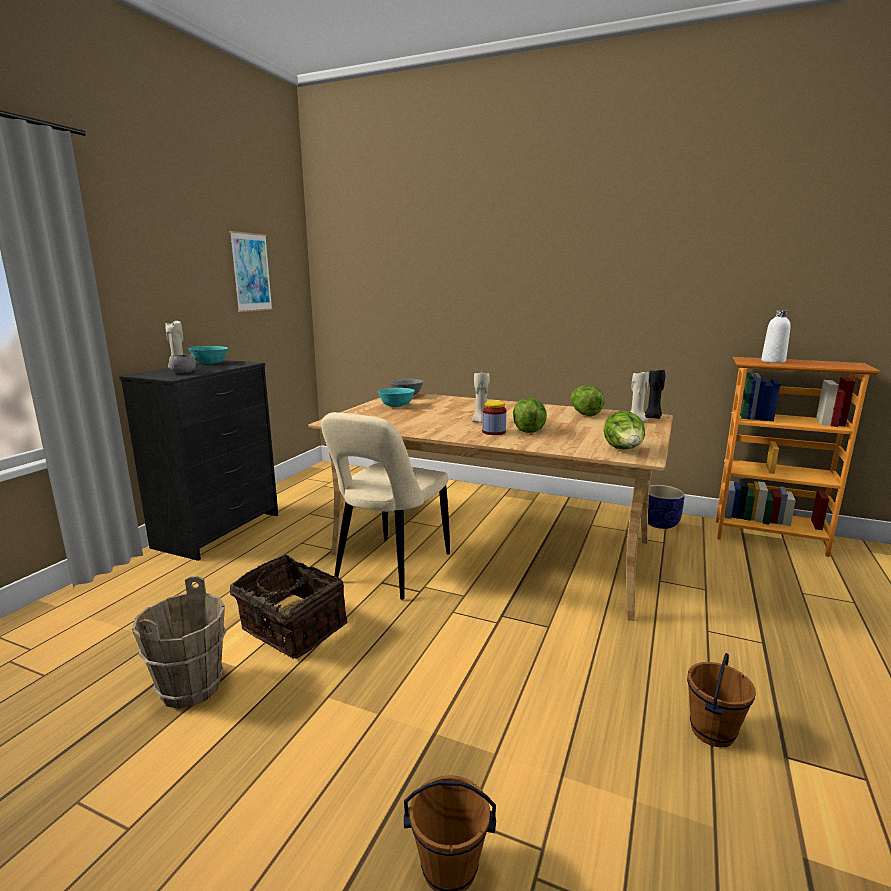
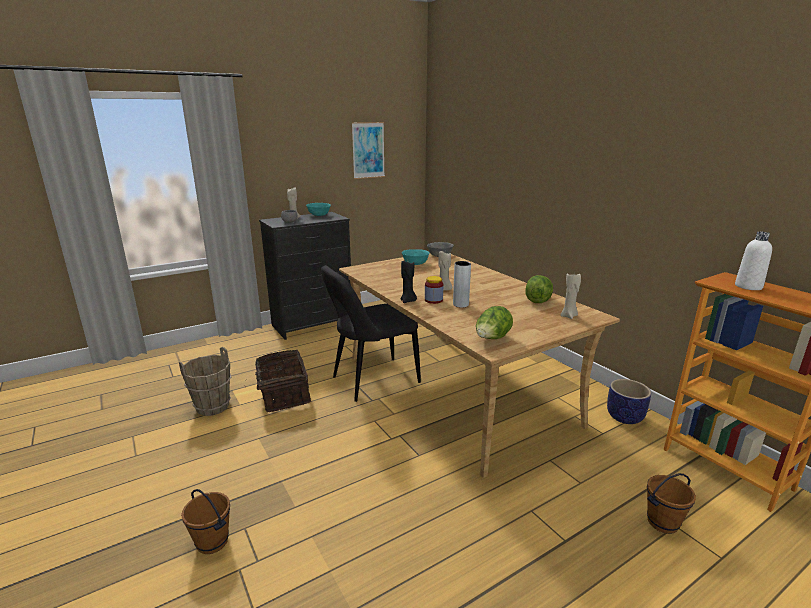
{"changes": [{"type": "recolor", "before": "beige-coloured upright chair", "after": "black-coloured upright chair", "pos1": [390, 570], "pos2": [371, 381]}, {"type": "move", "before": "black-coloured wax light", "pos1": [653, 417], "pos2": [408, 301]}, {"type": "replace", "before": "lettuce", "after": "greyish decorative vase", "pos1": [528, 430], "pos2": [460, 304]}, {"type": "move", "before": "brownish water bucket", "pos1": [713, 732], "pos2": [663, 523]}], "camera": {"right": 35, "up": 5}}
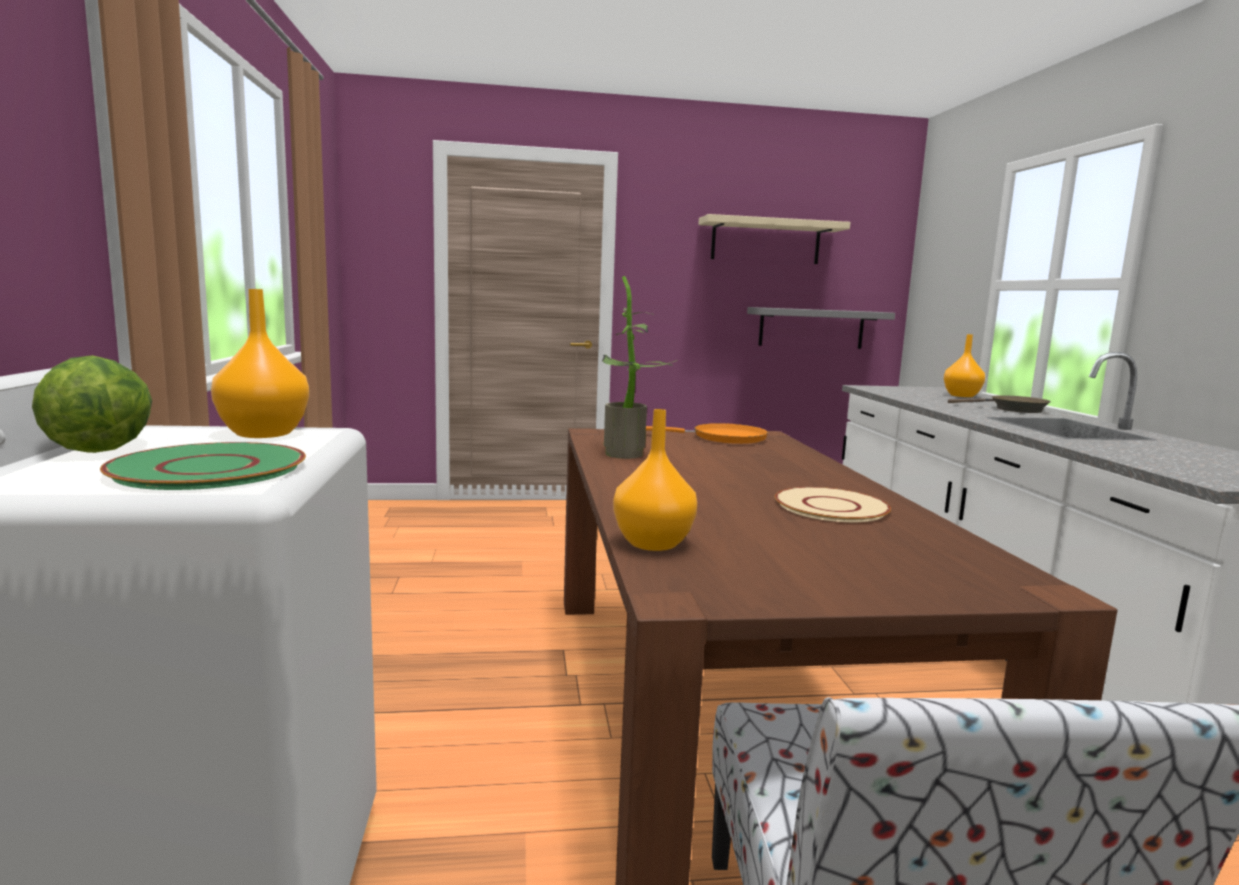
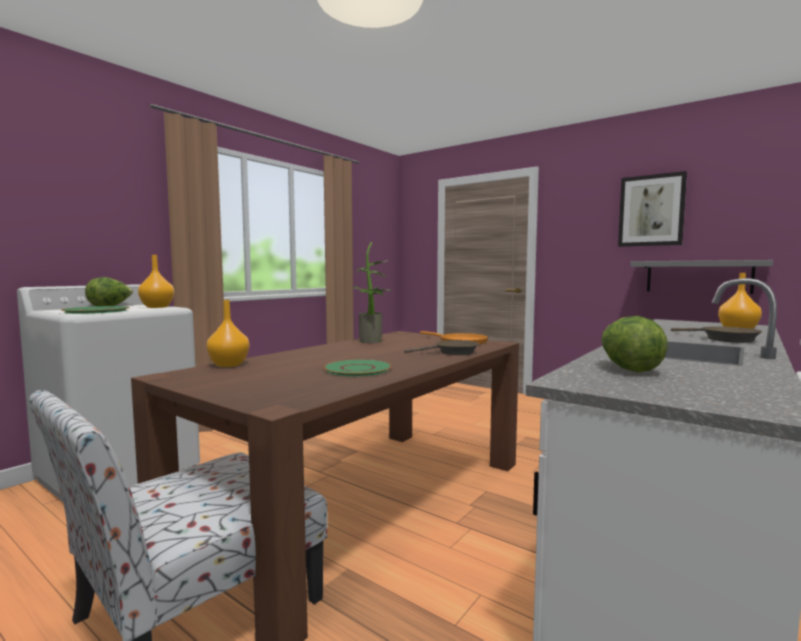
{"changes": [{"type": "recolor", "before": "beige-coloured flat dish", "after": "green-coloured flat dish", "pos1": [830, 506], "pos2": [358, 369]}, {"type": "insert", "after": "brownish skillet", "pos2": [452, 352]}, {"type": "insert", "after": "lettuce", "pos2": [628, 369]}, {"type": "replace", "before": "beige-coloured bracket shelf", "after": "wall art", "pos1": [765, 241], "pos2": [651, 210]}], "camera": {"right": 45, "up": -5}}
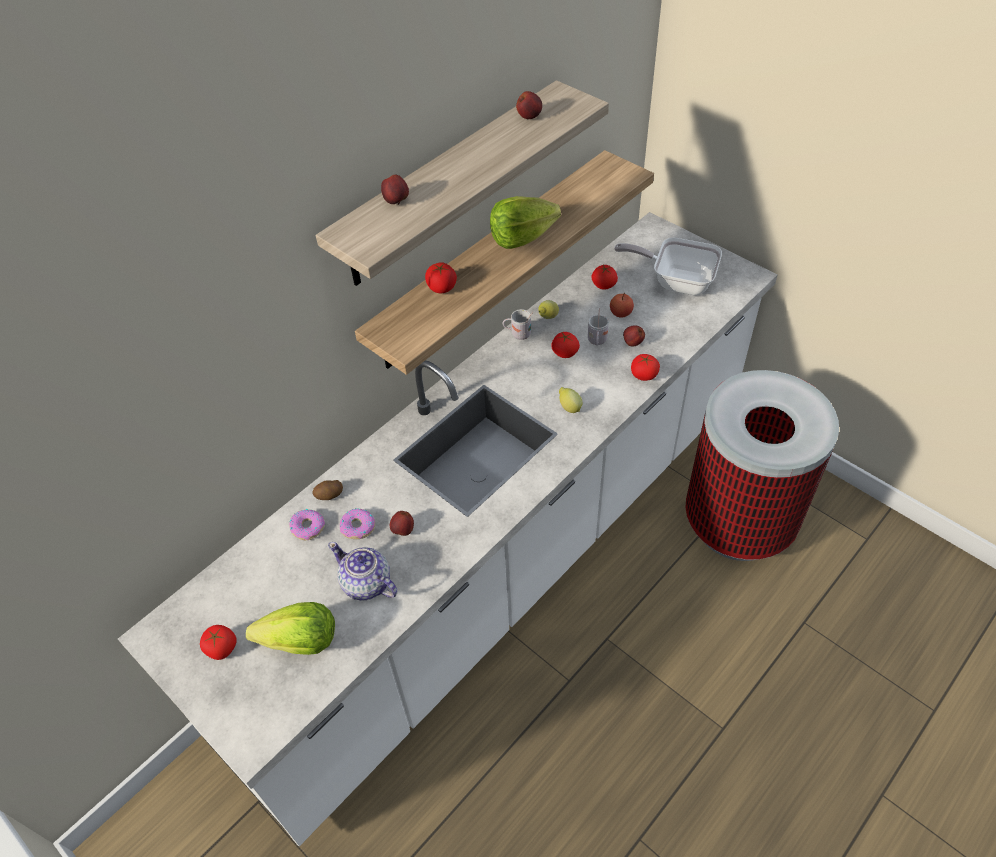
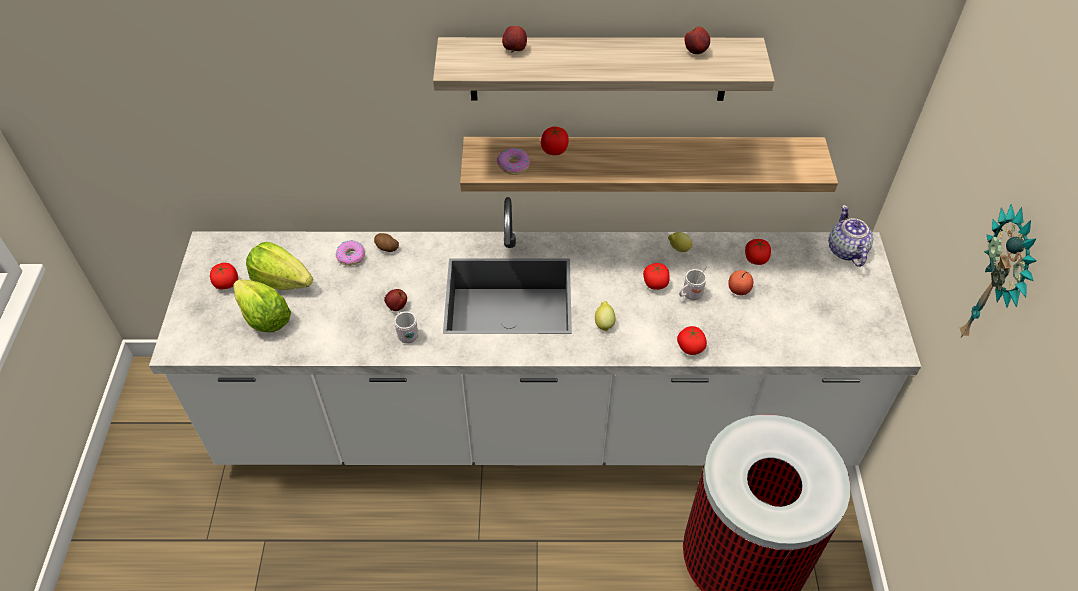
{"changes": [{"type": "move", "before": "lettuce", "pos1": [521, 237], "pos2": [282, 281]}, {"type": "move", "before": "white-coloured tea mug", "pos1": [518, 334], "pos2": [406, 334]}, {"type": "move", "before": "doughnut", "pos1": [358, 527], "pos2": [513, 165]}, {"type": "move", "before": "teapot", "pos1": [366, 584], "pos2": [846, 250]}, {"type": "insert", "after": "hanging clock", "pos2": [1001, 283]}, {"type": "delete", "before": "skillet", "pos1": [676, 281]}, {"type": "delete", "before": "whole apple", "pos1": [632, 343]}], "camera": {"right": 45, "up": 0}}
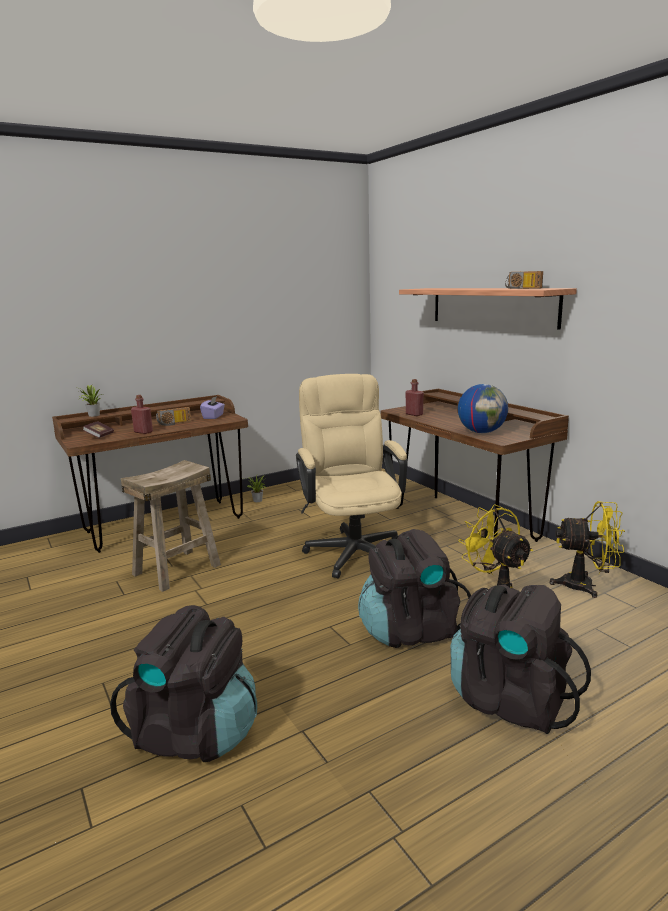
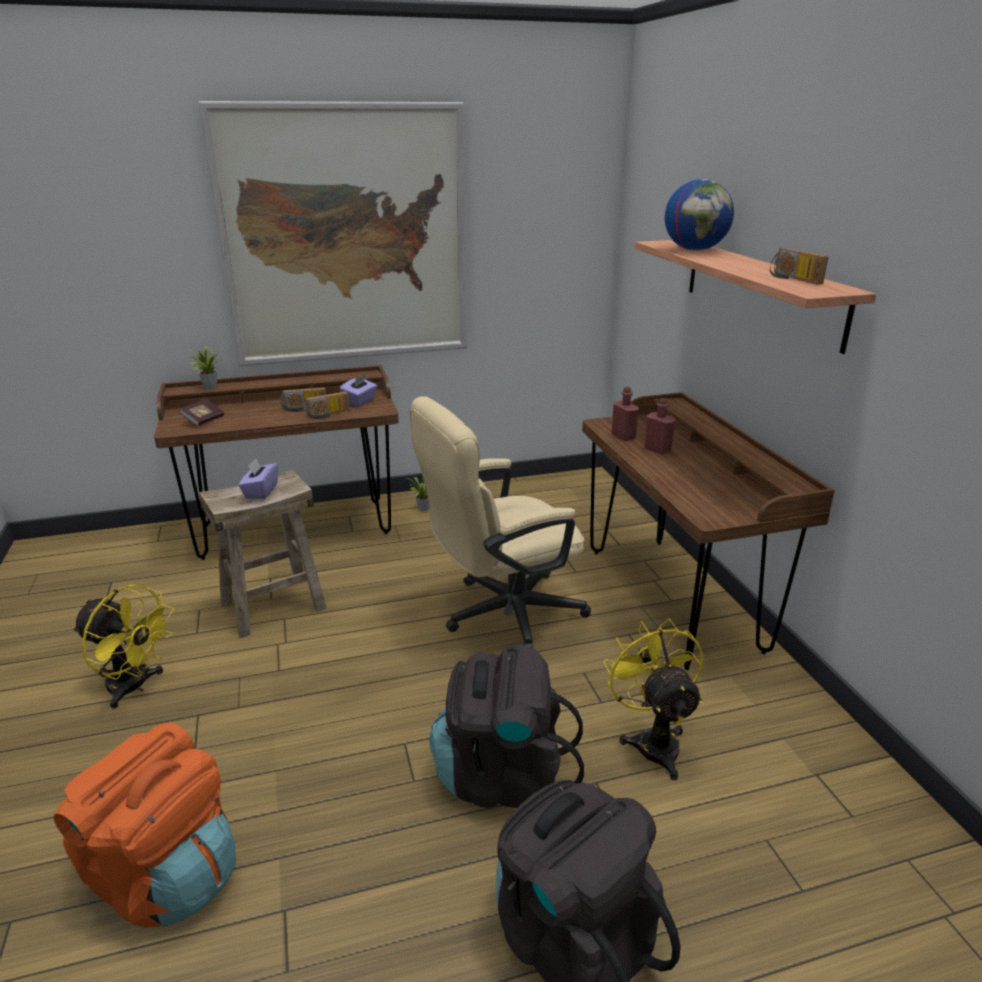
{"changes": [{"type": "recolor", "before": "black-coloured rucksack", "after": "orange-coloured rucksack", "pos1": [195, 733], "pos2": [165, 875]}, {"type": "move", "before": "yellow-coloured electric fan", "pos1": [586, 585], "pos2": [134, 687]}, {"type": "insert", "after": "wall art", "pos2": [346, 236]}, {"type": "insert", "after": "purple-coloured tissue box", "pos2": [260, 491]}, {"type": "insert", "after": "radio", "pos2": [328, 415]}, {"type": "rotate", "before": "beige-coloured desk chair", "pos1": [353, 548], "pos2": [501, 614], "turn": -120}, {"type": "move", "before": "red bottle", "pos1": [143, 432], "pos2": [657, 449]}, {"type": "move", "before": "world globe", "pos1": [481, 432], "pos2": [695, 250]}], "camera": {"right": 15, "up": 10}}
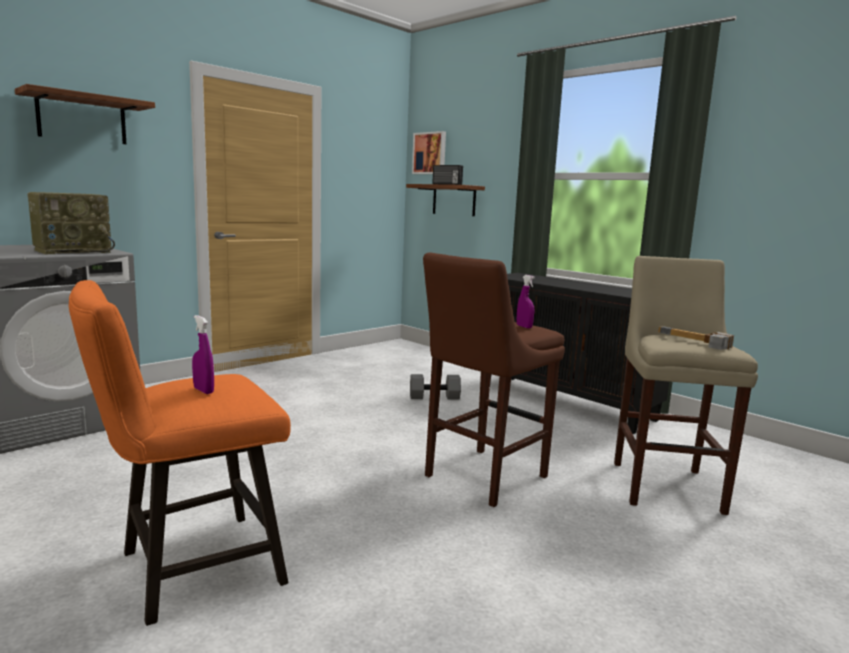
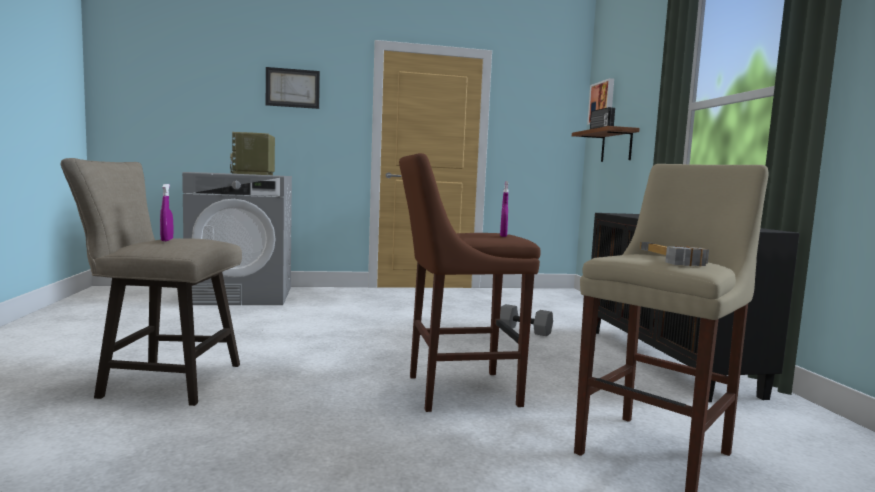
{"changes": [{"type": "recolor", "before": "orange-coloured stool", "after": "beige-coloured stool", "pos1": [189, 570], "pos2": [162, 381]}, {"type": "rotate", "before": "radio", "pos1": [73, 251], "pos2": [254, 174], "turn": 90}, {"type": "replace", "before": "bracket shelf", "after": "wall art", "pos1": [82, 119], "pos2": [292, 88]}], "camera": {"right": 35, "up": -5}}
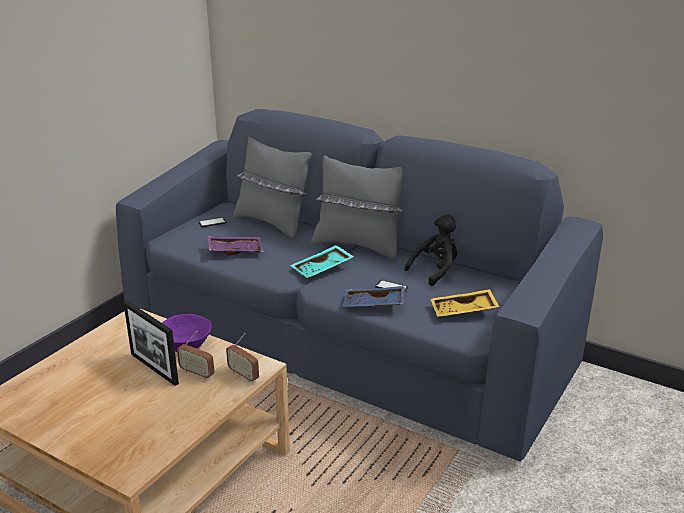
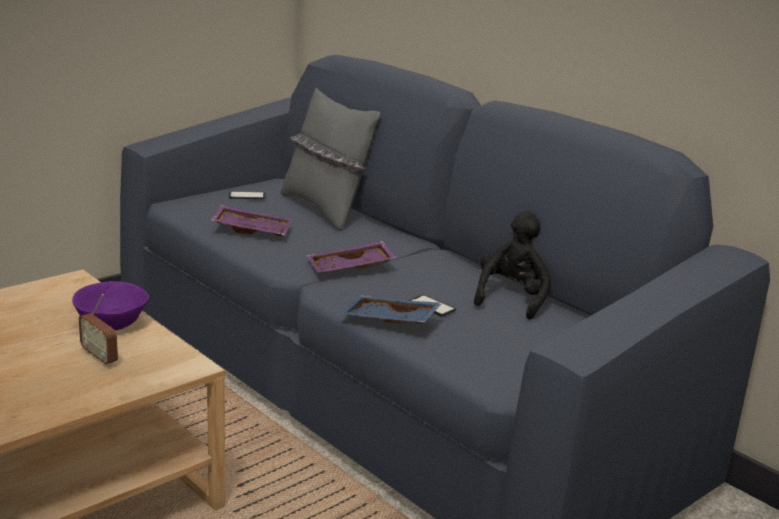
{"changes": [{"type": "recolor", "before": "turquoise-coloured tray", "after": "purple-coloured tray", "pos1": [322, 269], "pos2": [351, 268]}, {"type": "rotate", "before": "black-coloured plush toy", "pos1": [436, 271], "pos2": [512, 299], "turn": -45}, {"type": "delete", "before": "picture frame", "pos1": [154, 368]}, {"type": "delete", "before": "radio", "pos1": [243, 375]}, {"type": "delete", "before": "greyish cushion", "pos1": [358, 246]}, {"type": "delete", "before": "yellow-coloured tray", "pos1": [463, 311]}], "camera": {"right": 15, "up": -5}}
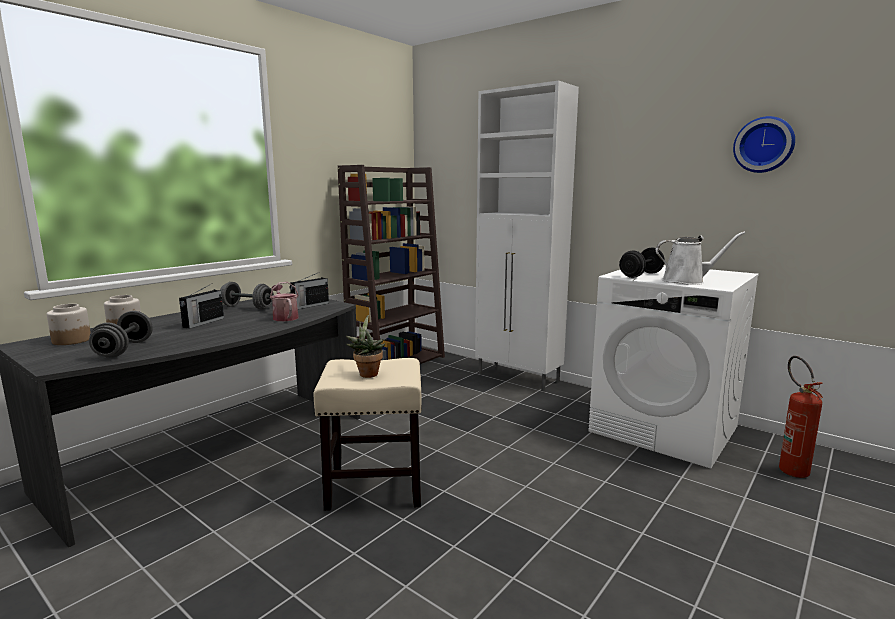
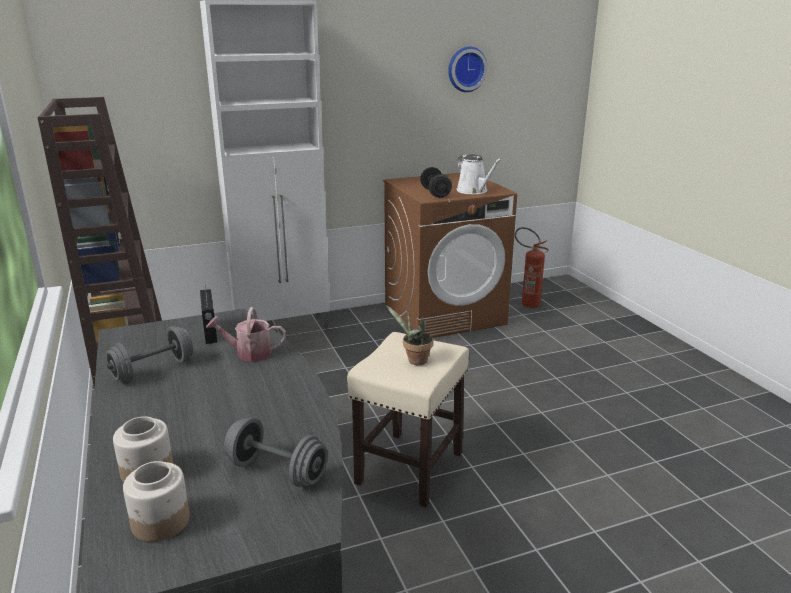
{"changes": [{"type": "recolor", "before": "white-coloured laundry machine", "after": "brownish laundry machine", "pos1": [664, 429], "pos2": [444, 314]}, {"type": "rotate", "before": "white-coloured watering can", "pos1": [687, 281], "pos2": [474, 191], "turn": 120}, {"type": "delete", "before": "radio", "pos1": [203, 323]}], "camera": {"right": -60, "up": 10}}
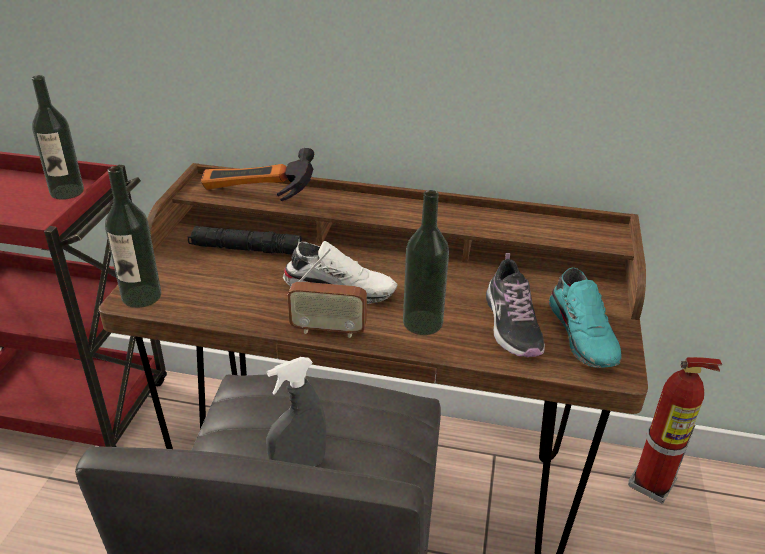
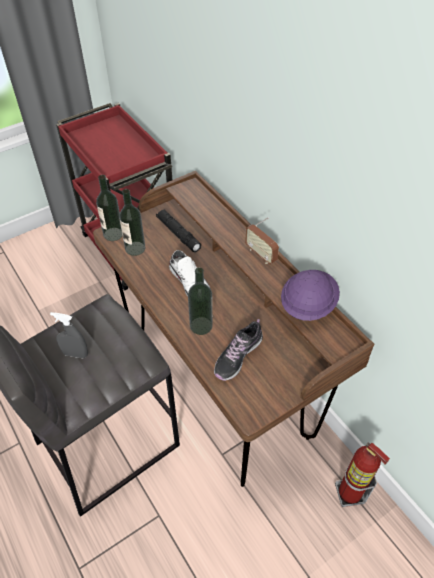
{"changes": [{"type": "move", "before": "bottle", "pos1": [67, 192], "pos2": [135, 248]}, {"type": "move", "before": "radio", "pos1": [328, 330], "pos2": [261, 254]}, {"type": "insert", "after": "purple-coloured work helmet", "pos2": [307, 305]}, {"type": "delete", "before": "hand hammer", "pos1": [255, 197]}, {"type": "delete", "before": "turquoise-coloured item of footwear", "pos1": [584, 334]}], "camera": {"right": 45, "up": 15}}
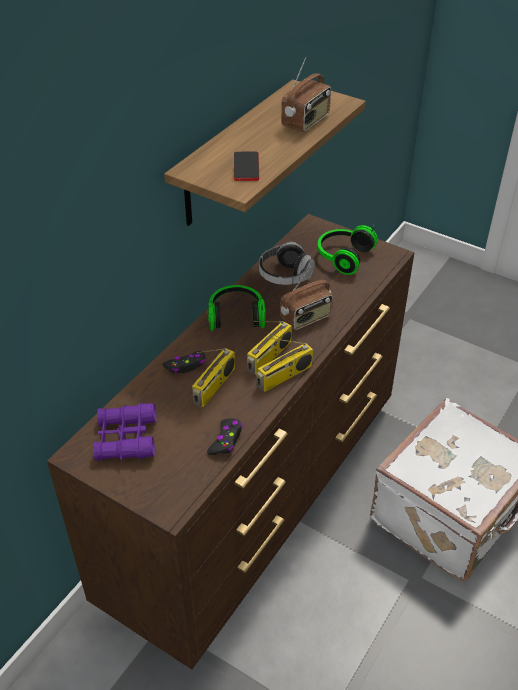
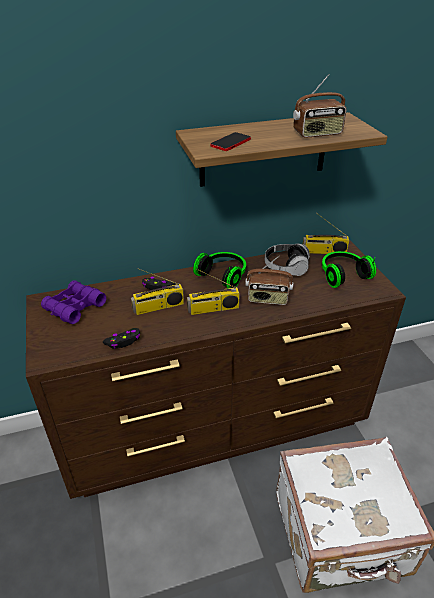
{"changes": [{"type": "move", "before": "radio", "pos1": [284, 376], "pos2": [324, 252]}], "camera": {"right": 40, "up": -5}}
